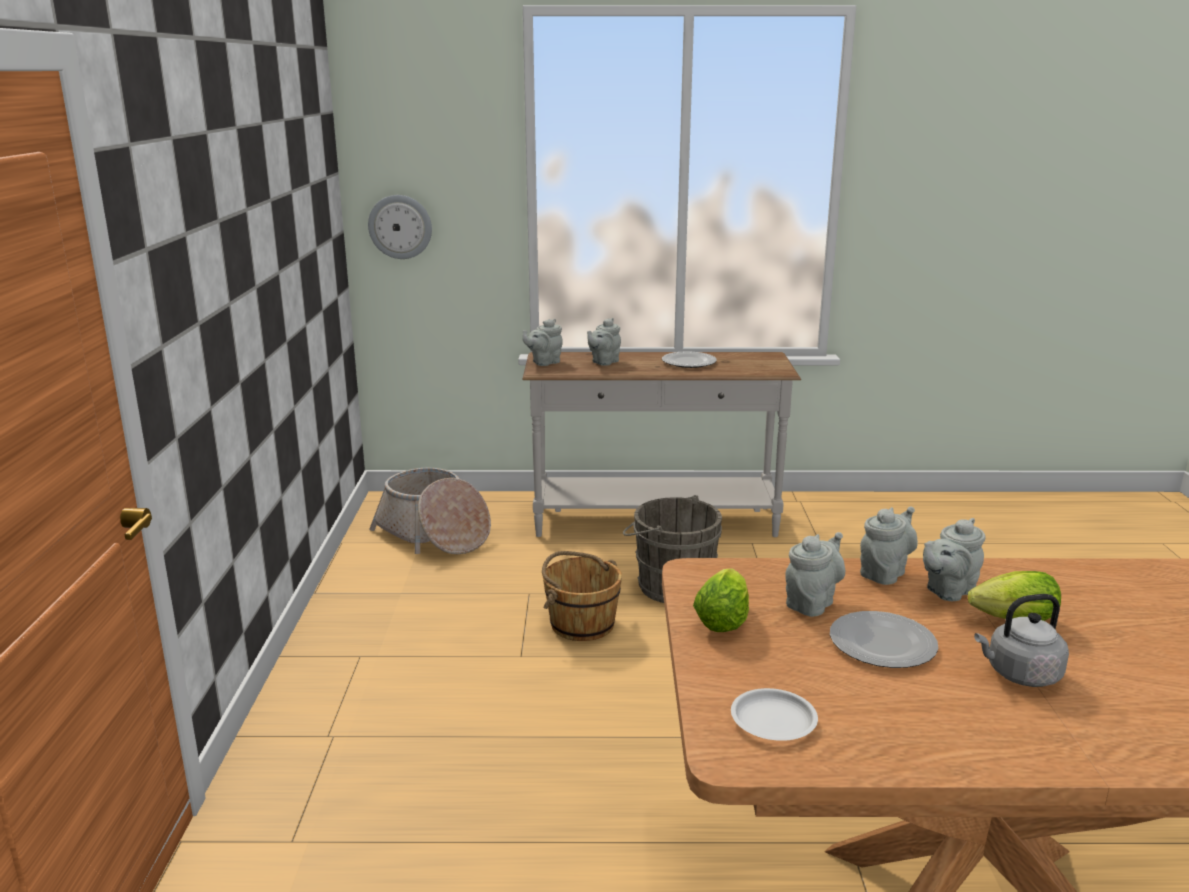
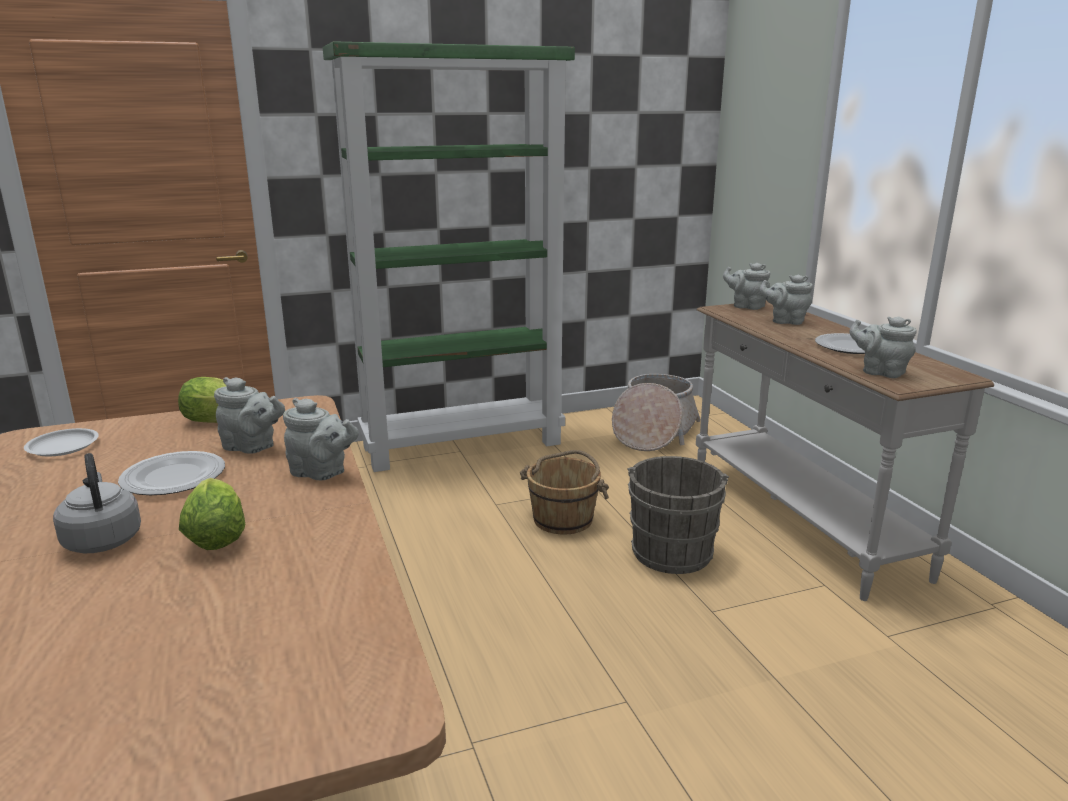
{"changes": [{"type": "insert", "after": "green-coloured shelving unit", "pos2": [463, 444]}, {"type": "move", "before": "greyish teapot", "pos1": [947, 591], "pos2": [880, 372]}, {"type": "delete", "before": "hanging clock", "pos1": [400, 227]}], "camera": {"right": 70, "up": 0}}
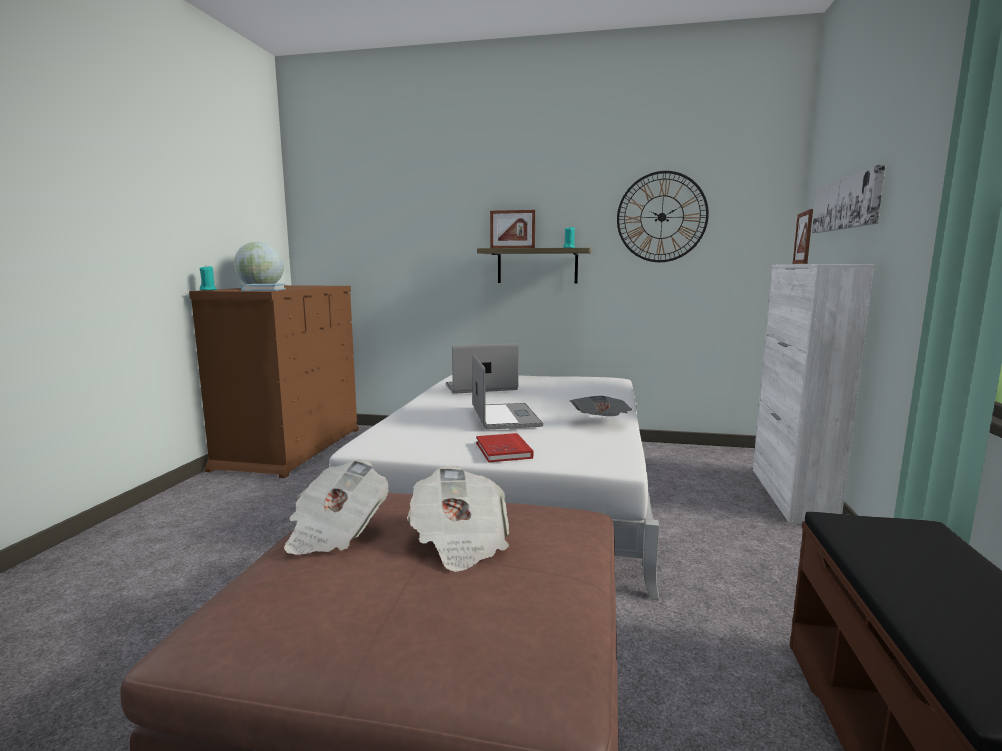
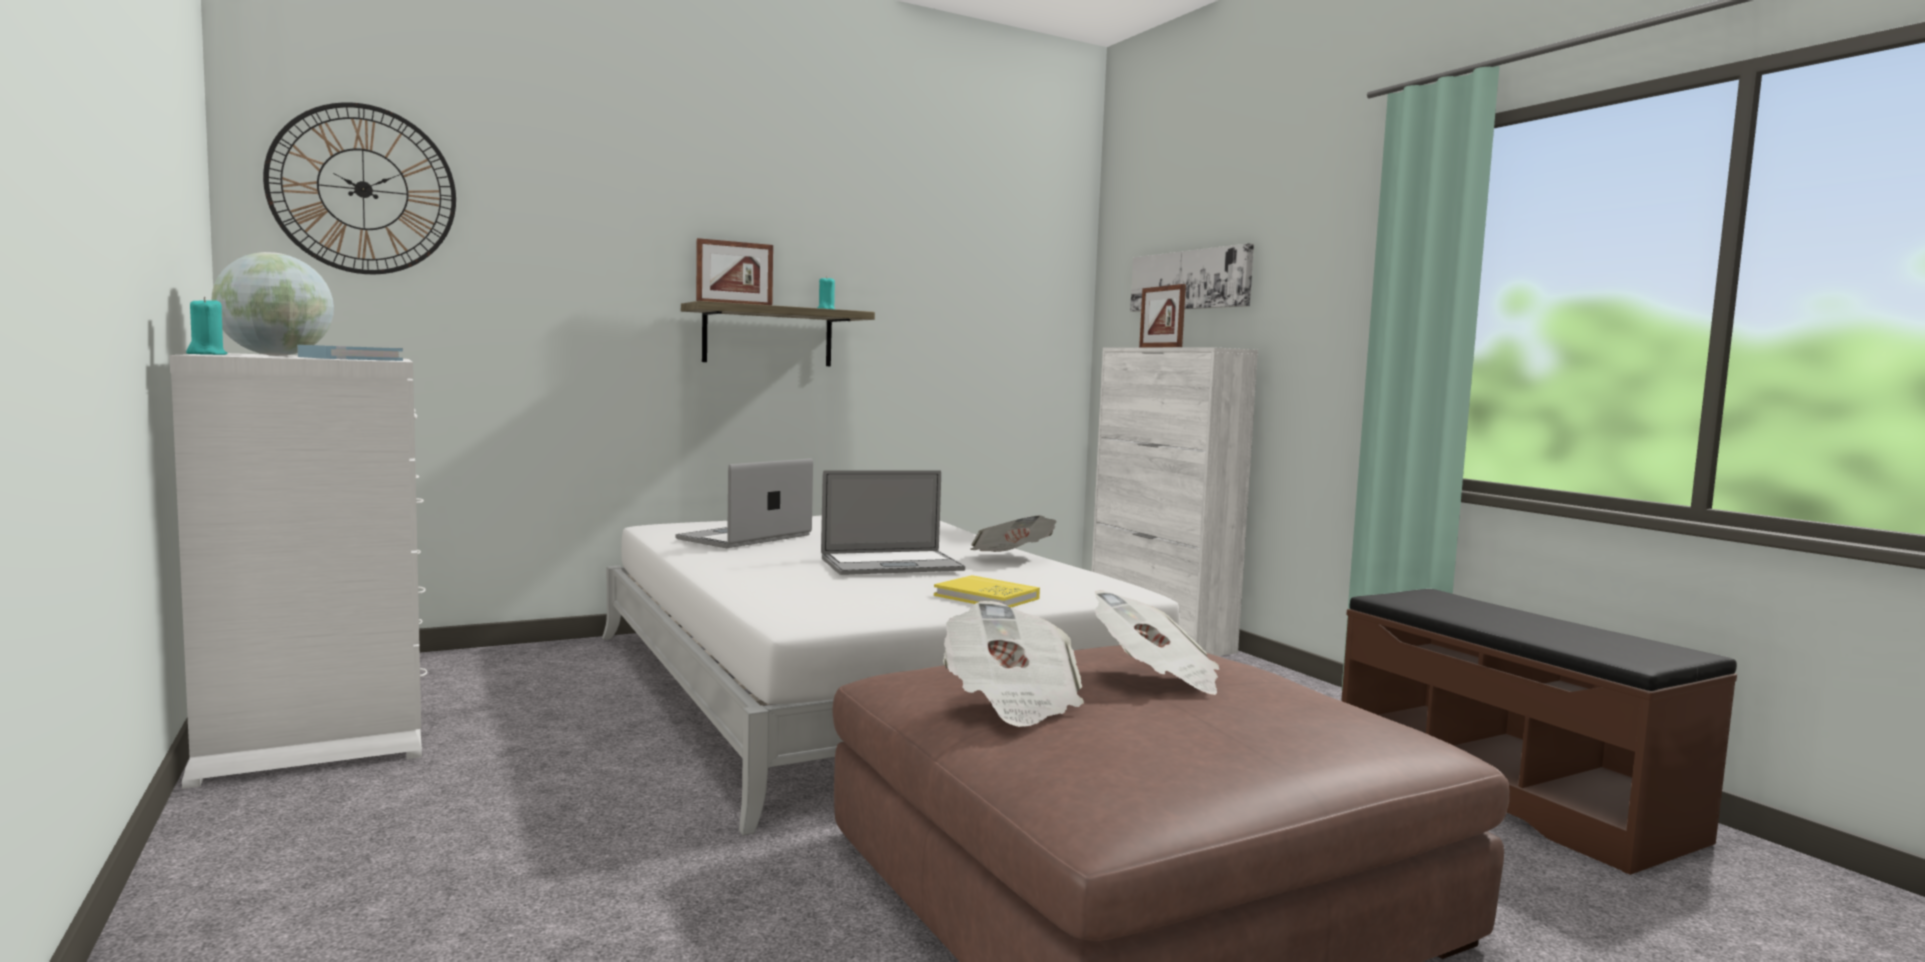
{"changes": [{"type": "recolor", "before": "brownish dresser", "after": "white-coloured dresser", "pos1": [291, 448], "pos2": [320, 713]}, {"type": "move", "before": "hanging clock", "pos1": [661, 217], "pos2": [363, 189]}, {"type": "rotate", "before": "notebook computer", "pos1": [505, 416], "pos2": [891, 564], "turn": 120}, {"type": "recolor", "before": "red volume", "after": "yellow-coloured volume", "pos1": [503, 450], "pos2": [986, 597]}], "camera": {"right": -40, "up": -5}}
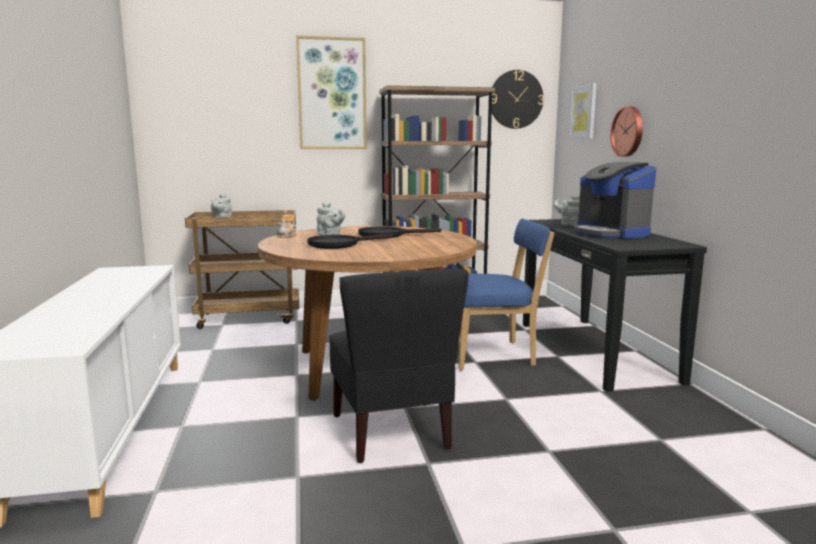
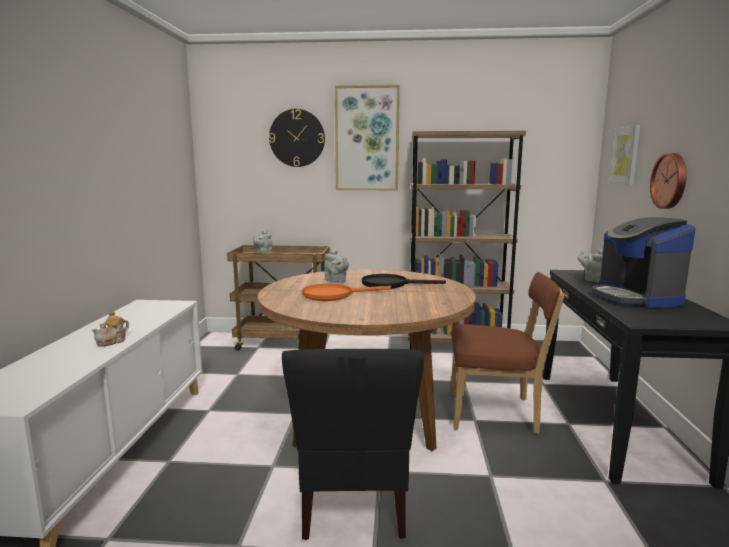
{"changes": [{"type": "move", "before": "teapot", "pos1": [287, 236], "pos2": [113, 341]}, {"type": "move", "before": "hanging clock", "pos1": [516, 99], "pos2": [297, 138]}, {"type": "recolor", "before": "black-coloured skillet", "after": "orange-coloured skillet", "pos1": [340, 244], "pos2": [334, 295]}, {"type": "recolor", "before": "blue upright chair", "after": "brownish upright chair", "pos1": [493, 355], "pos2": [497, 413]}], "camera": {"right": 15, "up": 0}}
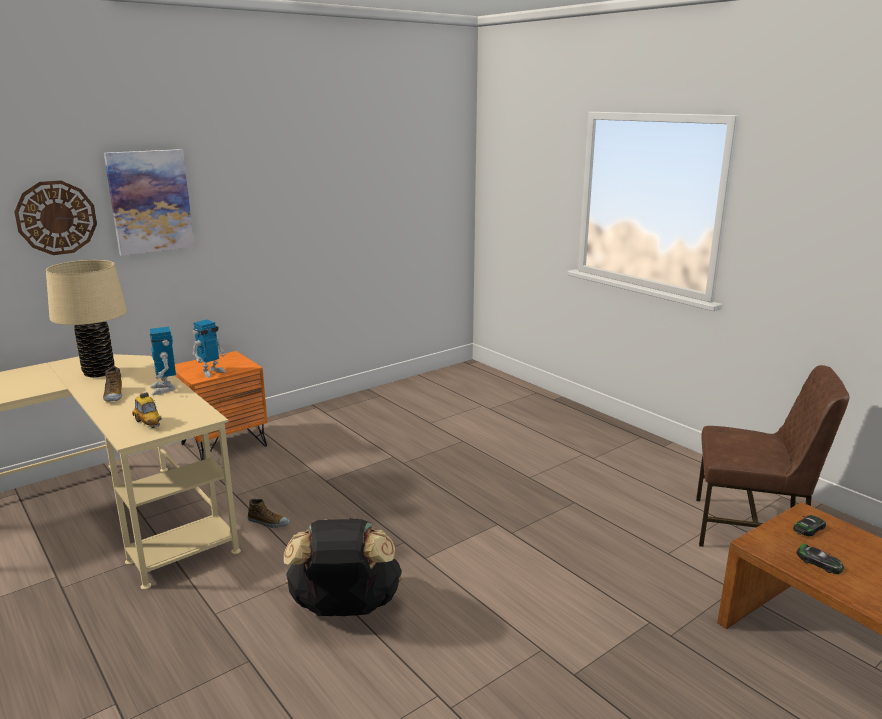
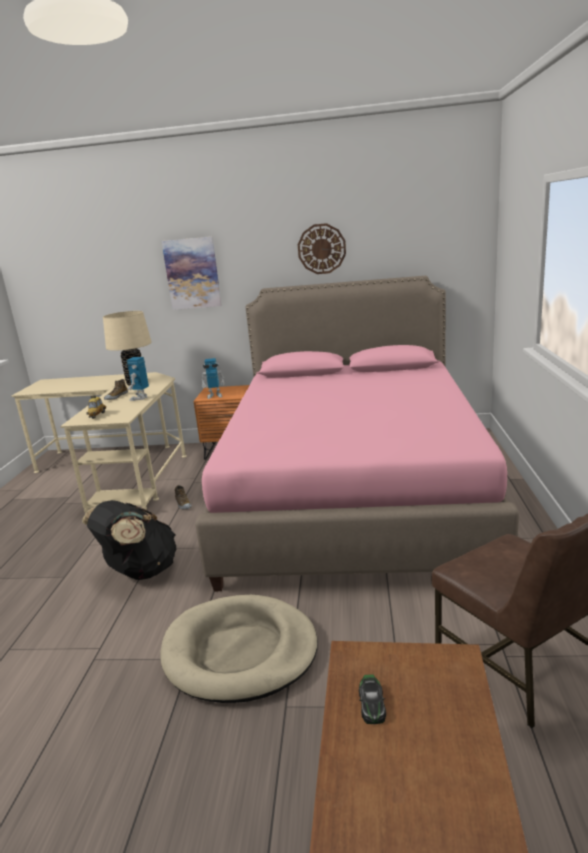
{"changes": [{"type": "insert", "after": "beige-coloured pet bed", "pos2": [240, 652]}, {"type": "insert", "after": "pinkish bedroom bed", "pos2": [353, 493]}, {"type": "move", "before": "hanging clock", "pos1": [56, 217], "pos2": [321, 249]}, {"type": "delete", "before": "miniature car", "pos1": [808, 529]}], "camera": {"right": 45, "up": 0}}
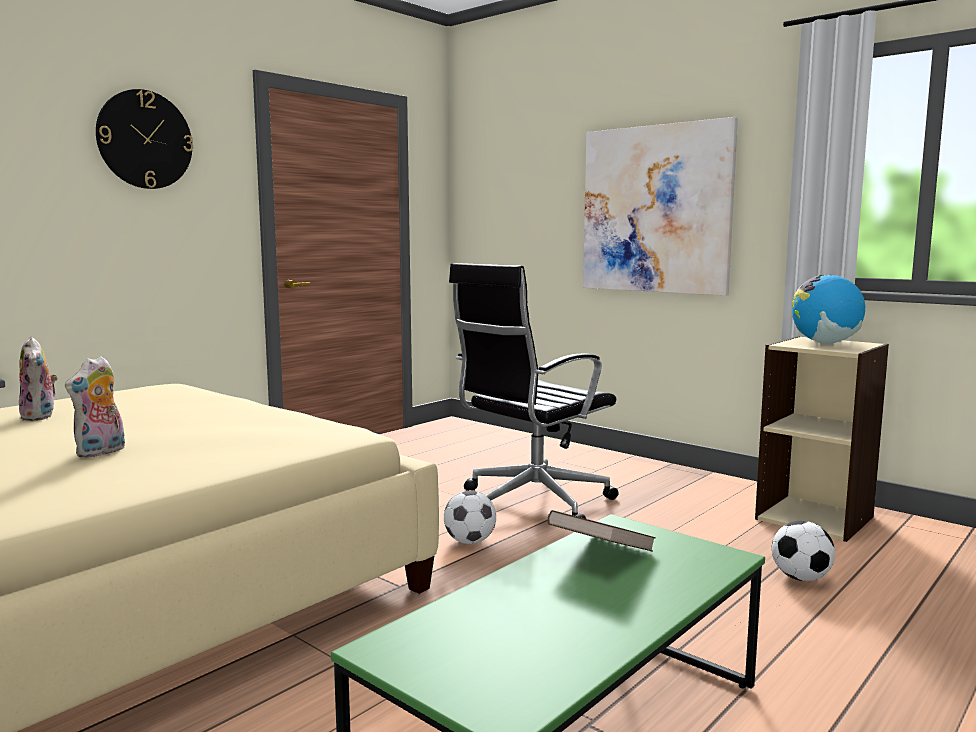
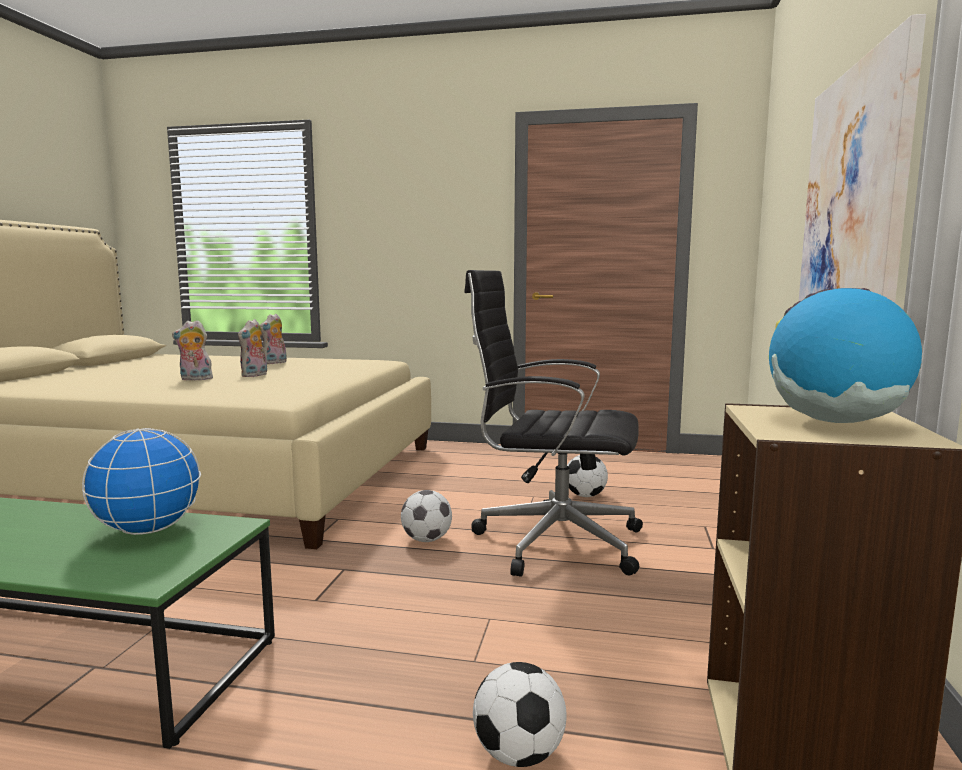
{"changes": [{"type": "replace", "before": "brownish volume", "after": "world globe", "pos1": [601, 554], "pos2": [148, 530]}, {"type": "insert", "after": "plush toy", "pos2": [255, 375]}, {"type": "insert", "after": "football", "pos2": [585, 495]}, {"type": "delete", "before": "hanging clock", "pos1": [145, 139]}], "camera": {"right": 60, "up": 0}}
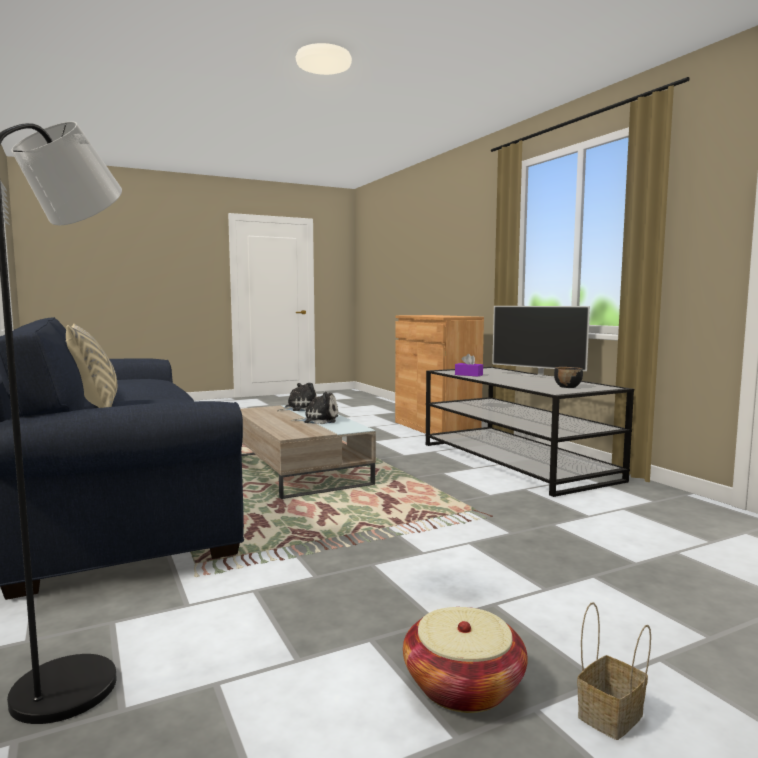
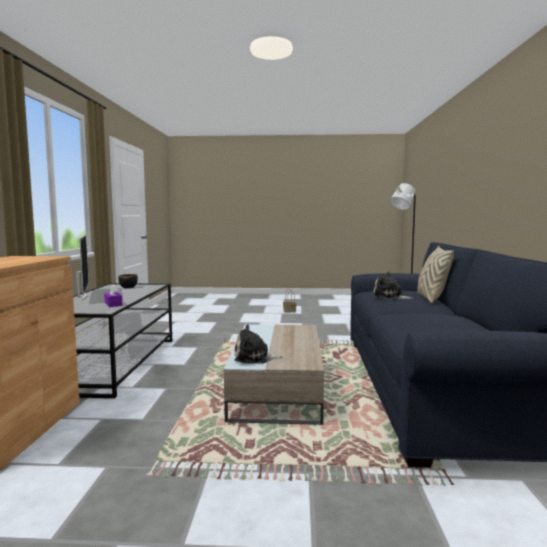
{"changes": [{"type": "move", "before": "plush toy", "pos1": [318, 420], "pos2": [390, 297]}, {"type": "delete", "before": "basket", "pos1": [463, 686]}], "camera": {"right": -150, "up": 0}}
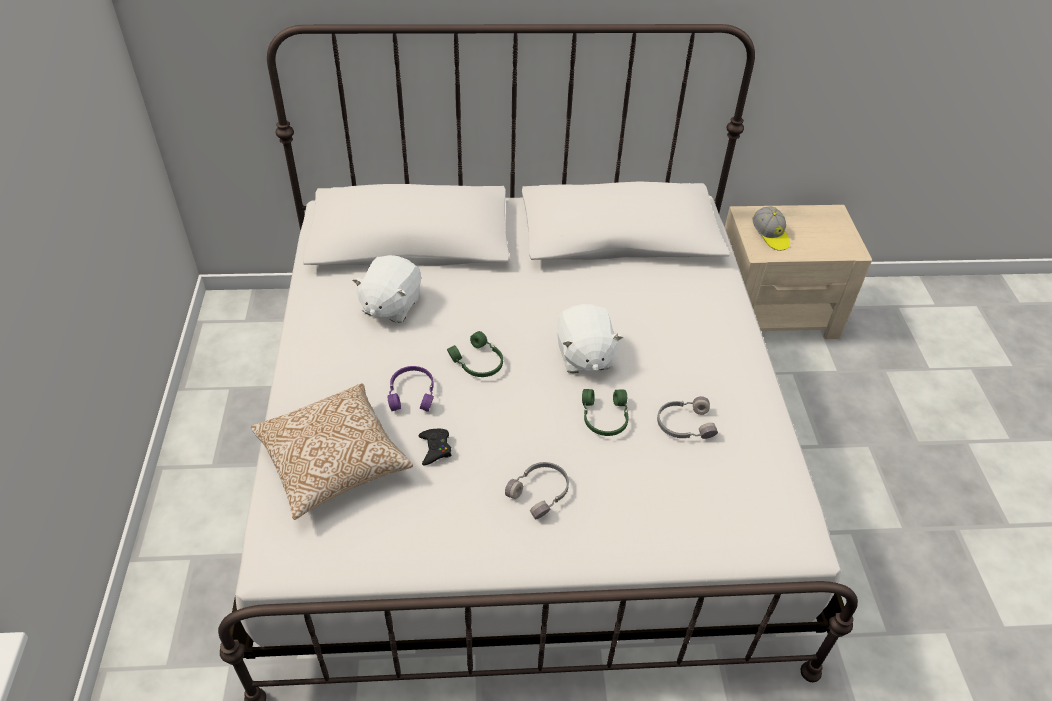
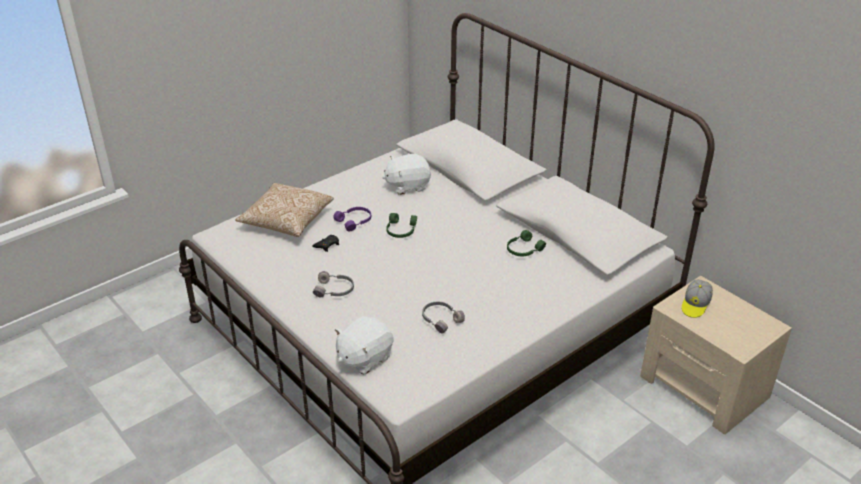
{"changes": [{"type": "move", "before": "white-coloured plush toy", "pos1": [584, 356], "pos2": [364, 358]}, {"type": "move", "before": "green-coloured pair of headphones", "pos1": [604, 418], "pos2": [523, 249]}], "camera": {"right": 55, "up": -10}}
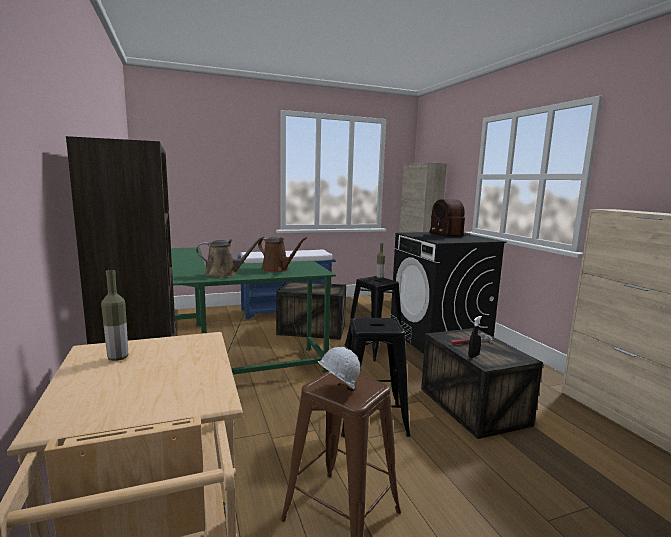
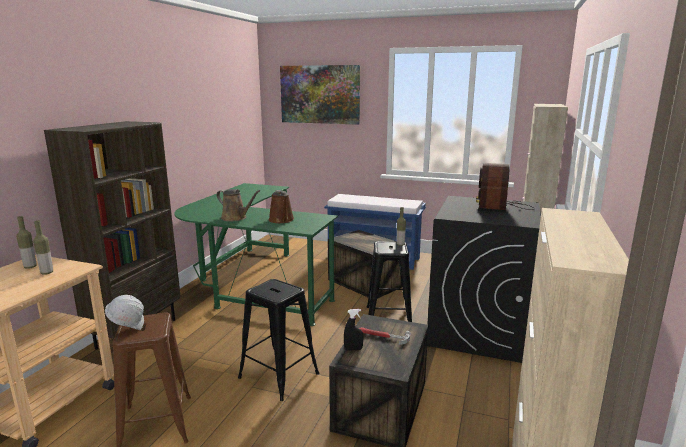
{"changes": [{"type": "insert", "after": "bottle", "pos2": [47, 273]}, {"type": "insert", "after": "wall art", "pos2": [320, 94]}], "camera": {"right": 40, "up": 5}}
